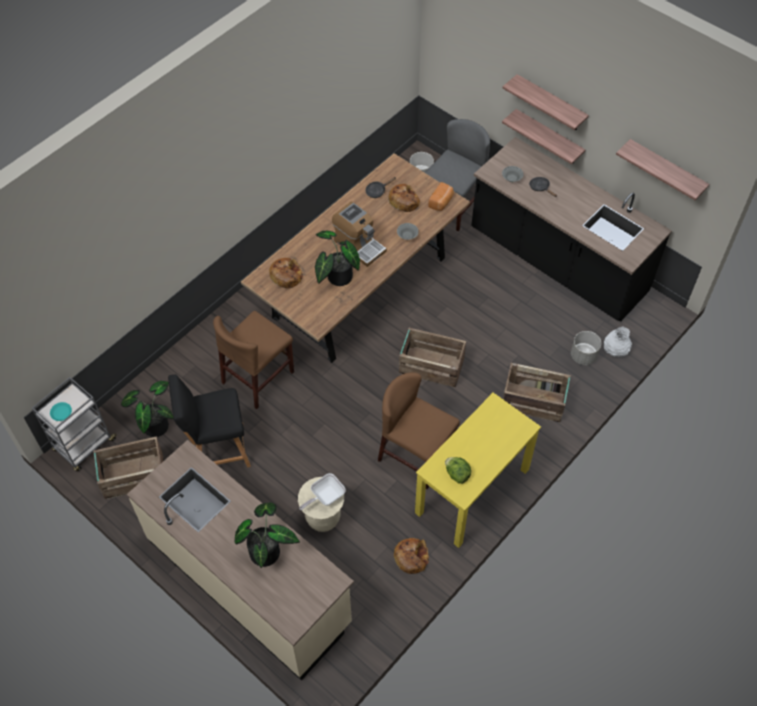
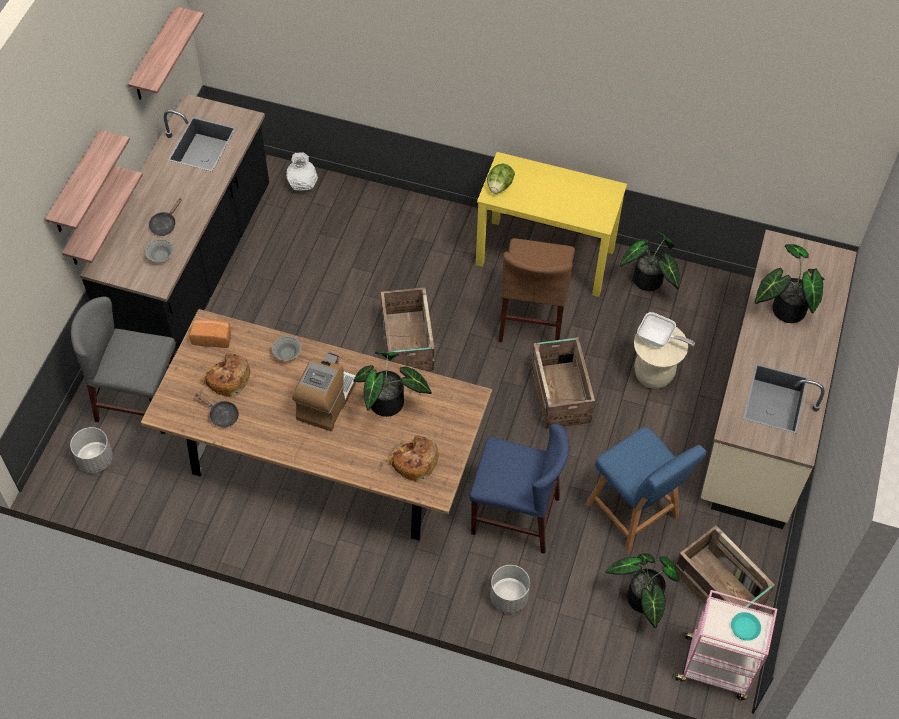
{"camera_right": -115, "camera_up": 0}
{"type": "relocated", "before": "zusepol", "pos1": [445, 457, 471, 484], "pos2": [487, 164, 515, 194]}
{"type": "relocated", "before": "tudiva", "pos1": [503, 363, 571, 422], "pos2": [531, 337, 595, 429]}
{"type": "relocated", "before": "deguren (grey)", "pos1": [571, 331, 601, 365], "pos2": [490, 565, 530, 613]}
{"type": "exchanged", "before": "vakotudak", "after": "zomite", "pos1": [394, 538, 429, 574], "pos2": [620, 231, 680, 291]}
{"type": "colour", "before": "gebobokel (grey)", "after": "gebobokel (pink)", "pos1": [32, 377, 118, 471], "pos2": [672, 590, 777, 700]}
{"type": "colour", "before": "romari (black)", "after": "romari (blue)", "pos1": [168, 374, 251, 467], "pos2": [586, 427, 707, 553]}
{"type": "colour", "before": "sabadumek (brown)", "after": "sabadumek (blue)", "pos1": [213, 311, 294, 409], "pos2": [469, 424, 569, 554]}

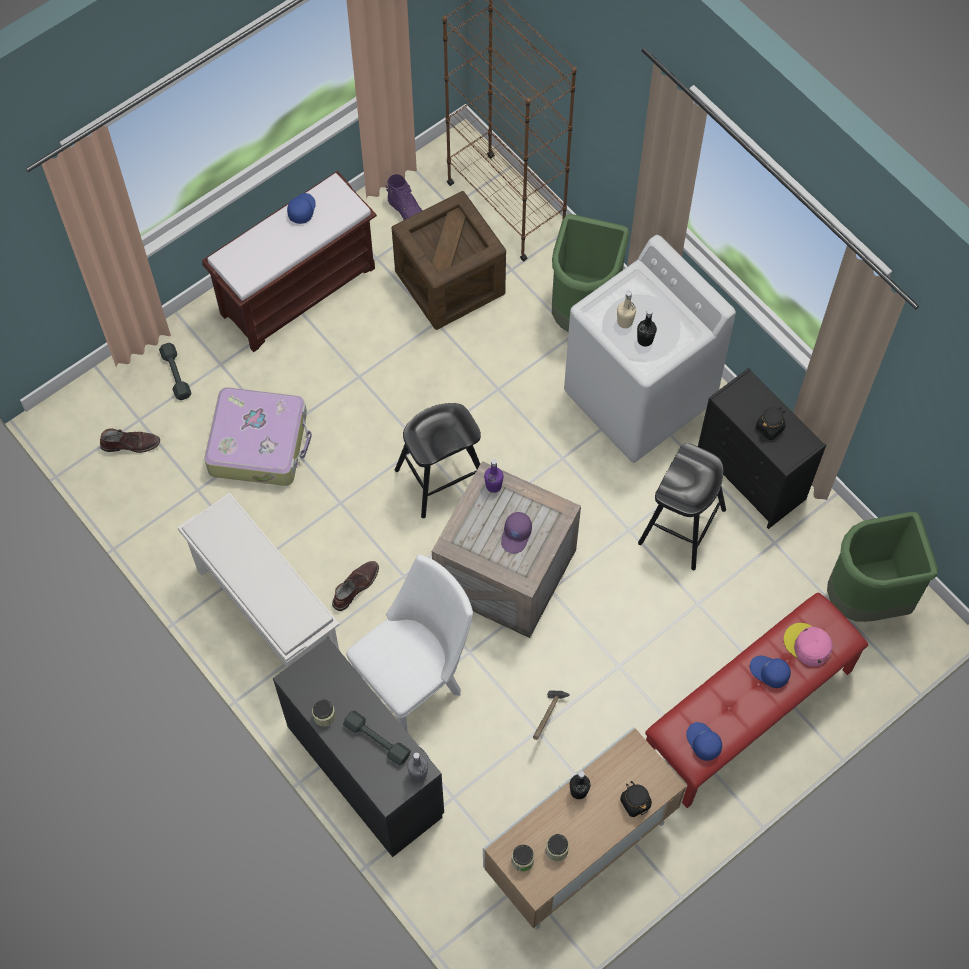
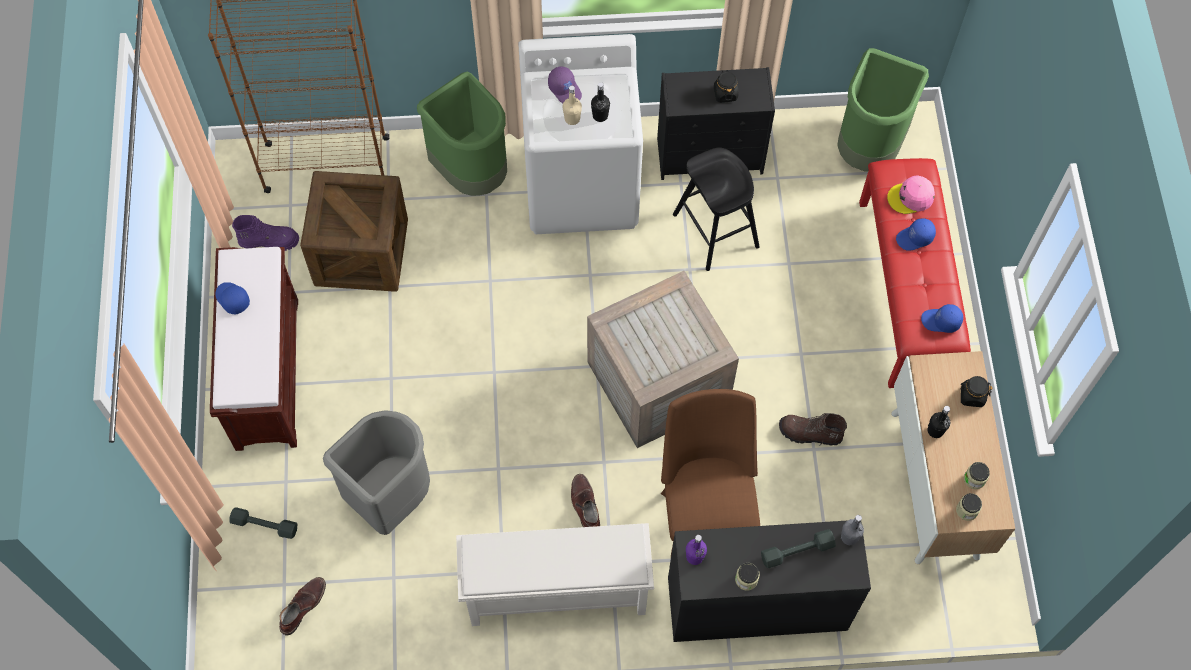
{"camera_right": -55, "camera_up": 0}
{"type": "missing", "before": "romari (black)", "pos1": [395, 403, 481, 518]}
{"type": "relocated", "before": "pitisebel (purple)", "pos1": [484, 459, 504, 493], "pos2": [686, 535, 707, 565]}
{"type": "relocated", "before": "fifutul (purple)", "pos1": [501, 512, 532, 554], "pos2": [548, 66, 582, 104]}
{"type": "exchanged", "before": "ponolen", "after": "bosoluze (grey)", "pos1": [204, 387, 312, 486], "pos2": [323, 410, 430, 535]}
{"type": "exchanged", "before": "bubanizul", "after": "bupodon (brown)", "pos1": [533, 690, 570, 740], "pos2": [779, 413, 847, 446]}
{"type": "colour", "before": "sabadumek (white)", "after": "sabadumek (brown)", "pos1": [346, 555, 473, 732], "pos2": [661, 389, 760, 554]}

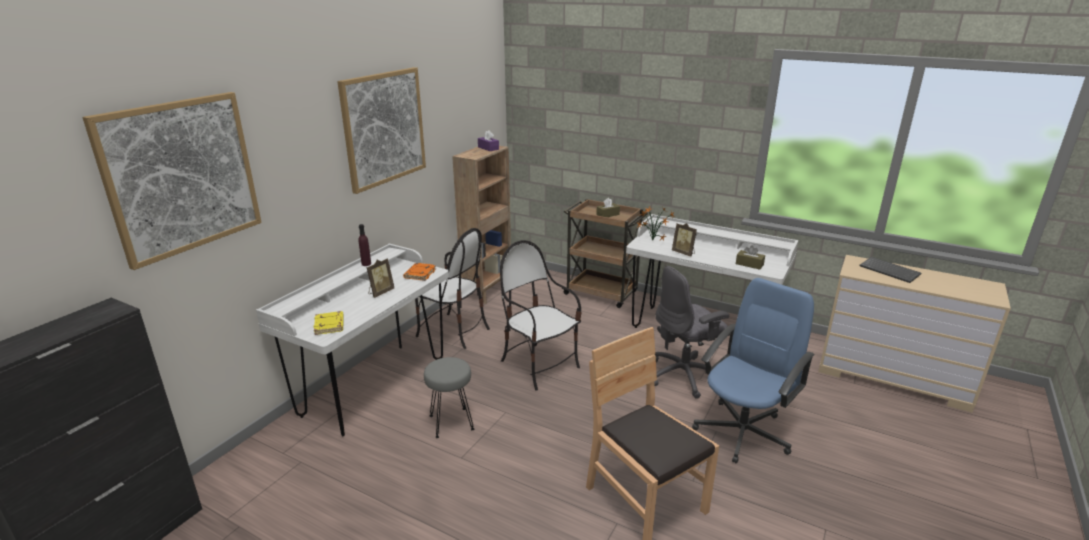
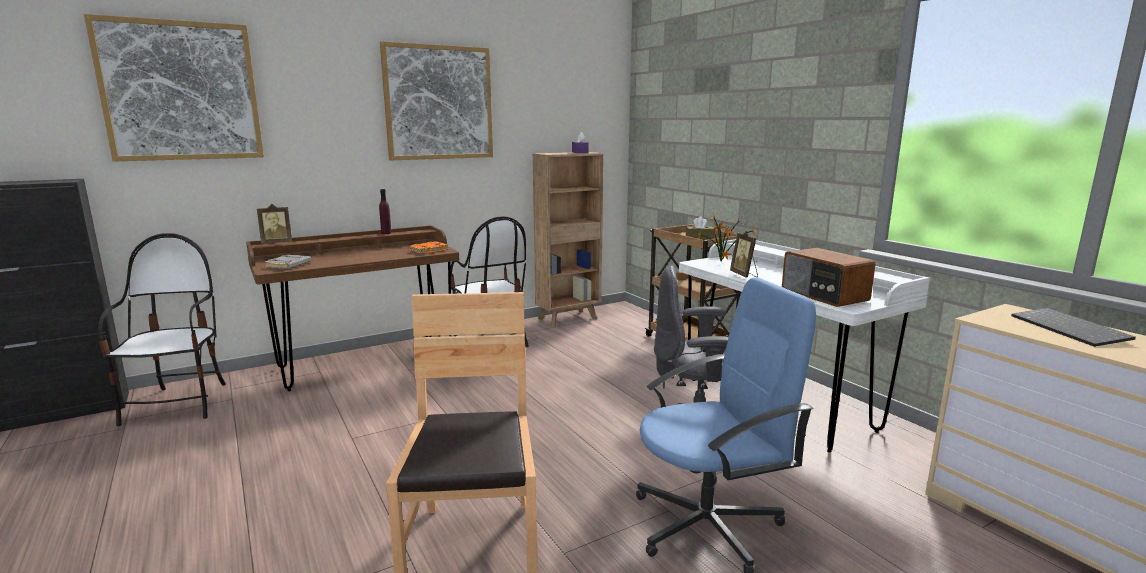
{"camera_right": 30, "camera_up": -10}
{"type": "missing", "before": "romari (grey)", "pos1": [424, 357, 474, 438]}
{"type": "relocated", "before": "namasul", "pos1": [366, 258, 394, 298], "pos2": [257, 204, 292, 244]}
{"type": "relocated", "before": "sabadumek", "pos1": [500, 240, 582, 391], "pos2": [98, 233, 226, 426]}
{"type": "exchanged", "before": "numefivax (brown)", "after": "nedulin", "pos1": [736, 245, 765, 270], "pos2": [782, 248, 876, 307]}
{"type": "colour", "before": "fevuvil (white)", "after": "fevuvil (brown)", "pos1": [256, 243, 449, 436], "pos2": [246, 225, 459, 391]}
{"type": "colour", "before": "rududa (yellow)", "after": "rududa (grey)", "pos1": [314, 311, 344, 335], "pos2": [264, 255, 311, 269]}

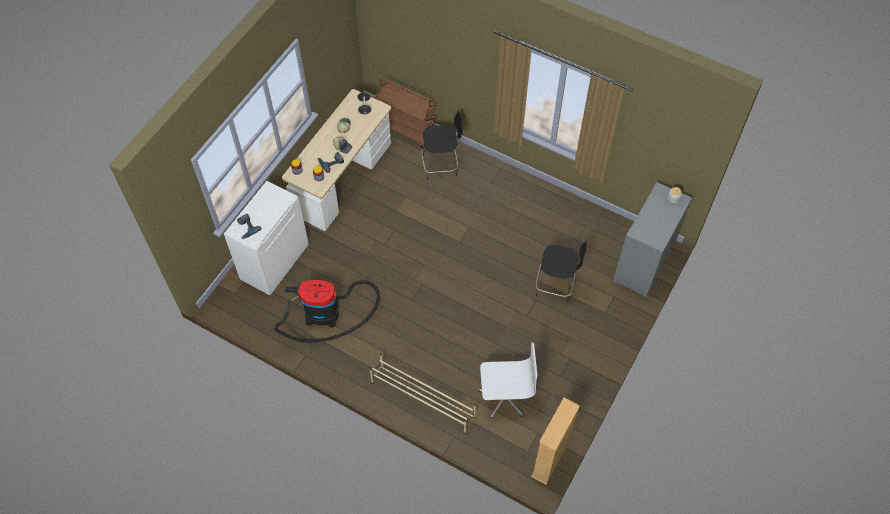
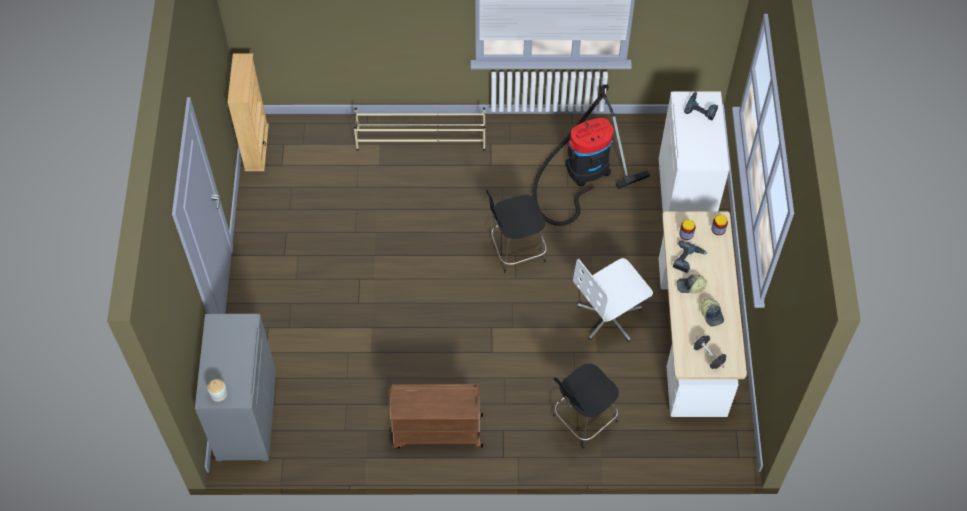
{"camera_right": 150, "camera_up": 0}
{"type": "relocated", "before": "gebobokel (brown)", "pos1": [375, 78, 436, 148], "pos2": [389, 384, 483, 449]}
{"type": "relocated", "before": "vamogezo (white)", "pos1": [479, 343, 537, 418], "pos2": [573, 258, 653, 342]}
{"type": "relocated", "before": "romari (black)", "pos1": [536, 240, 587, 302], "pos2": [486, 190, 547, 273]}

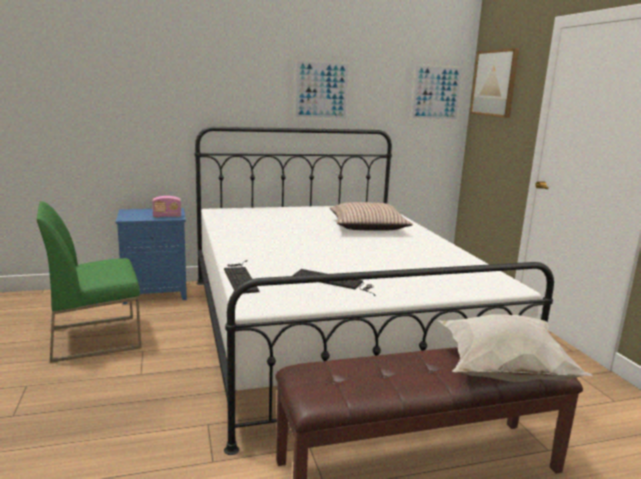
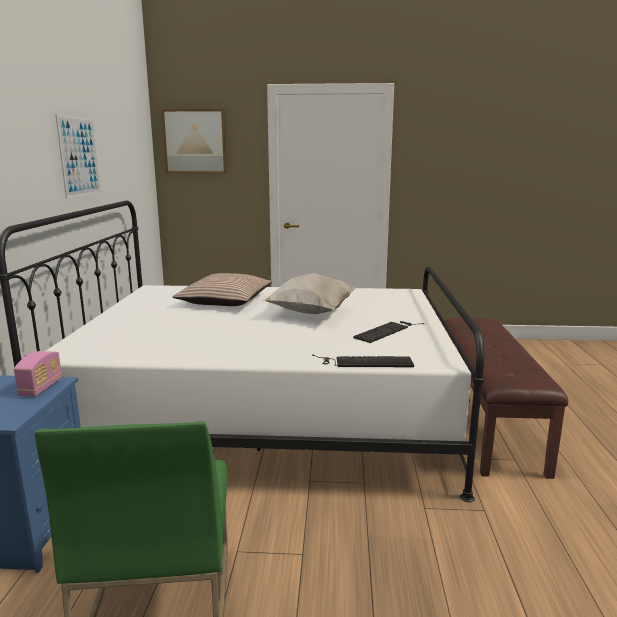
{"camera_right": -70, "camera_up": 0}
{"type": "missing", "before": "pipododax", "pos1": [410, 64, 464, 121]}
{"type": "relocated", "before": "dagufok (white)", "pos1": [437, 314, 593, 382], "pos2": [262, 273, 355, 314]}

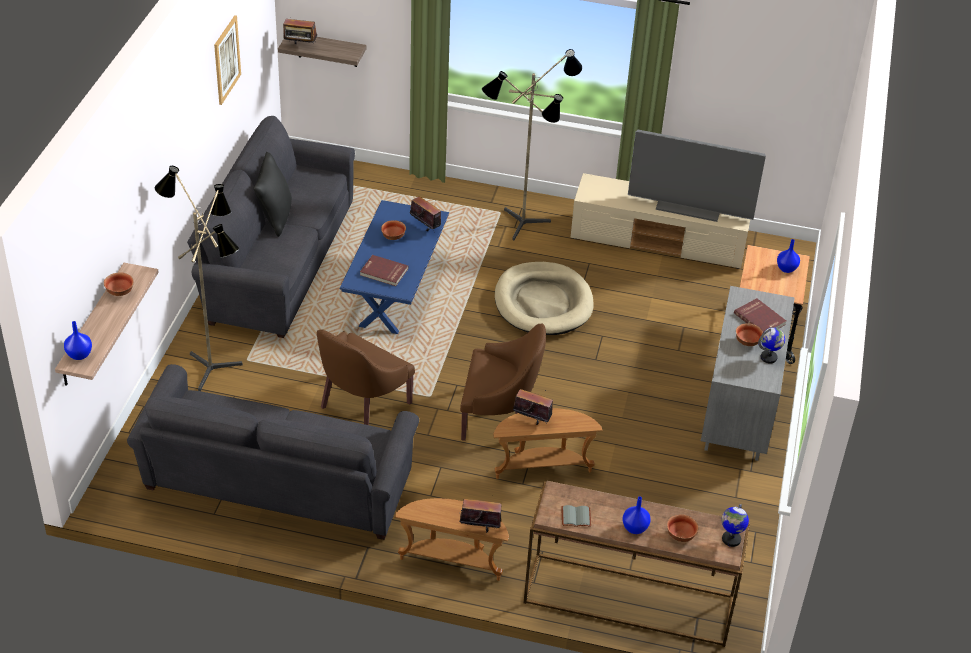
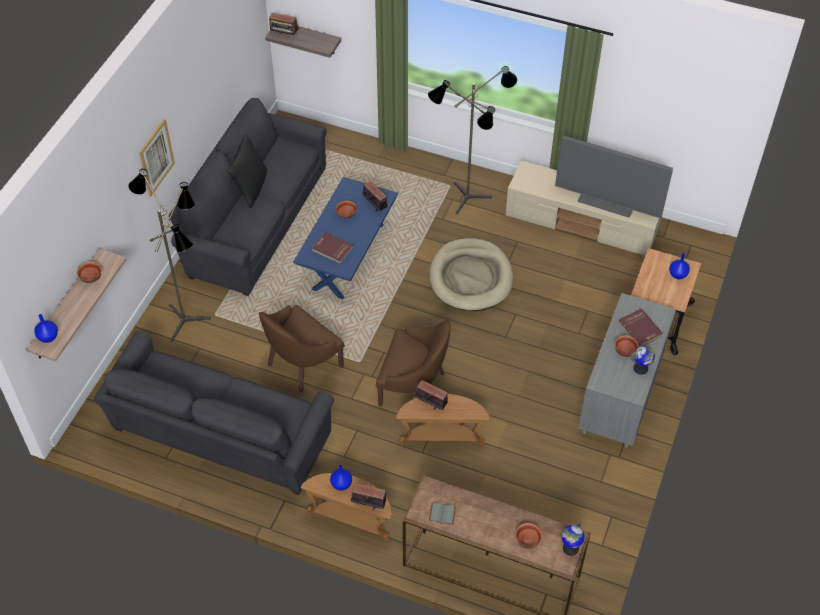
{"camera_right": 10, "camera_up": 10}
{"type": "relocated", "before": "pipododax", "pos1": [214, 15, 241, 105], "pos2": [139, 119, 175, 197]}
{"type": "relocated", "before": "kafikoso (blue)", "pos1": [622, 496, 651, 534], "pos2": [330, 465, 352, 491]}

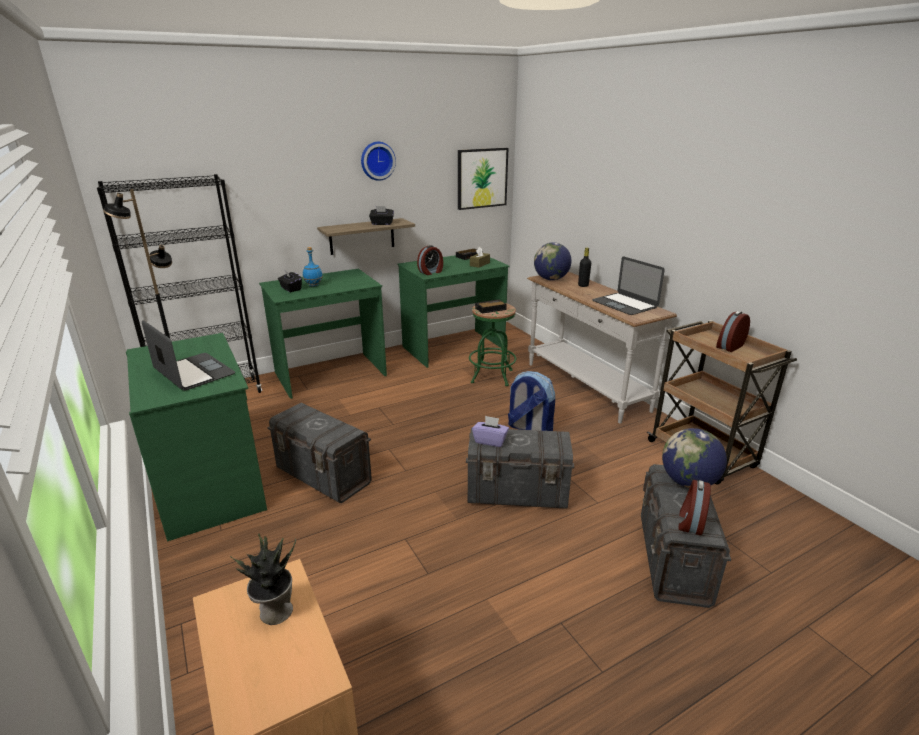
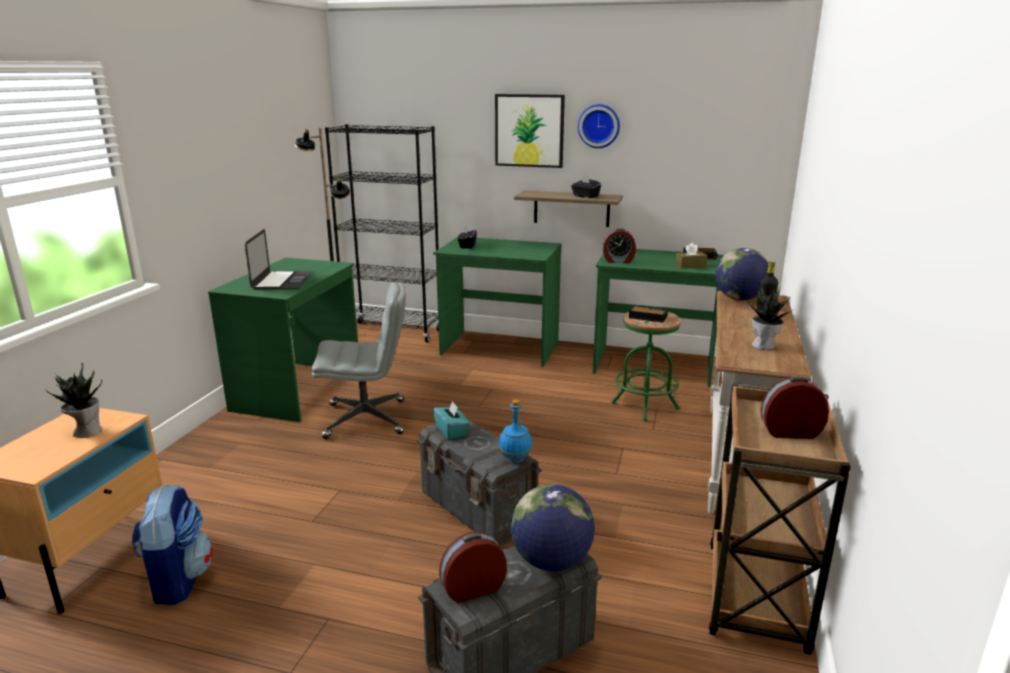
{"camera_right": 45, "camera_up": -5}
{"type": "relocated", "before": "pitisebel (blue)", "pos1": [303, 247, 323, 287], "pos2": [499, 400, 532, 463]}
{"type": "relocated", "before": "pipododax", "pos1": [458, 148, 508, 210], "pos2": [495, 94, 565, 168]}
{"type": "relocated", "before": "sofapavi", "pos1": [508, 371, 555, 432], "pos2": [131, 485, 213, 605]}
{"type": "exchanged", "before": "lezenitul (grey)", "after": "vamogezo (grey)", "pos1": [267, 403, 372, 503], "pos2": [312, 282, 406, 439]}
{"type": "exchanged", "before": "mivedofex", "after": "zomite", "pos1": [592, 257, 665, 315], "pos2": [747, 285, 793, 350]}
{"type": "colour", "before": "numefivax (purple)", "after": "numefivax (turquoise)", "pos1": [472, 416, 509, 447], "pos2": [433, 401, 470, 440]}

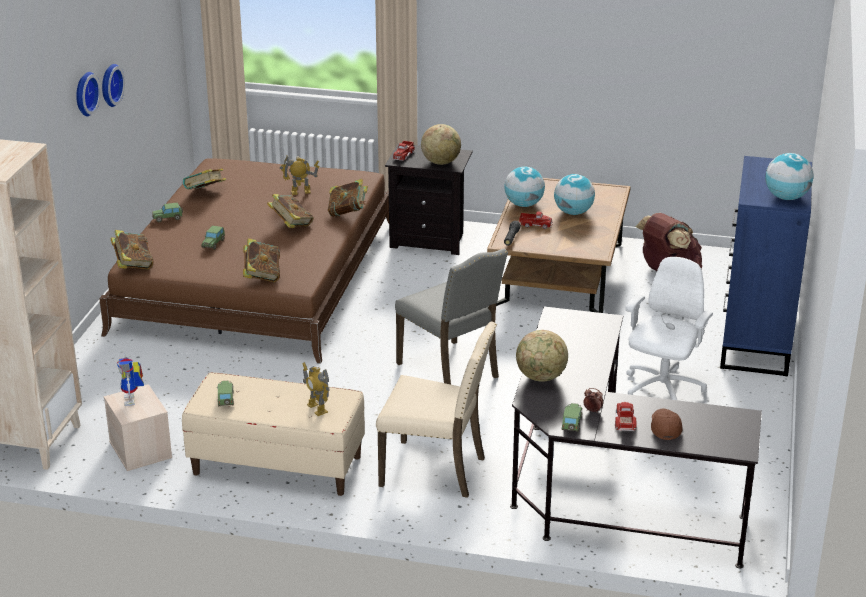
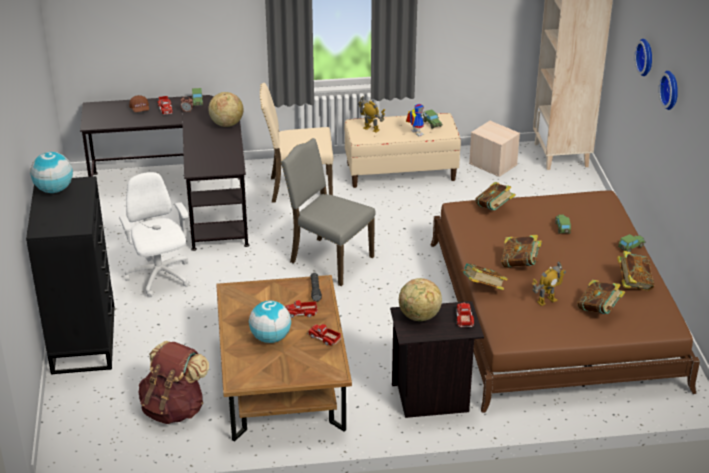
{"camera_right": 160, "camera_up": 5}
{"type": "relocated", "before": "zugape", "pos1": [102, 64, 125, 107], "pos2": [635, 39, 652, 76]}
{"type": "relocated", "before": "rududa", "pos1": [110, 230, 154, 269], "pos2": [577, 280, 625, 314]}
{"type": "relocated", "before": "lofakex", "pos1": [117, 353, 144, 406], "pos2": [406, 103, 427, 136]}
{"type": "exchanged", "before": "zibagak", "after": "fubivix", "pos1": [504, 166, 545, 207], "pos2": [308, 324, 341, 346]}
{"type": "colour", "before": "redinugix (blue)", "after": "redinugix (black)", "pos1": [720, 156, 812, 376], "pos2": [26, 176, 115, 375]}
{"type": "spun", "before": "vamogezo (white)", "pos1": [626, 257, 713, 400], "pos2": [119, 172, 190, 297], "turn": 150}

